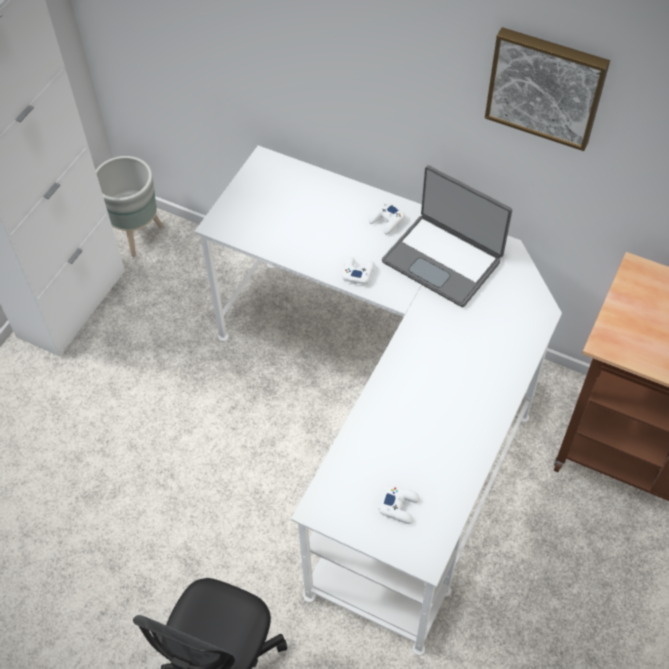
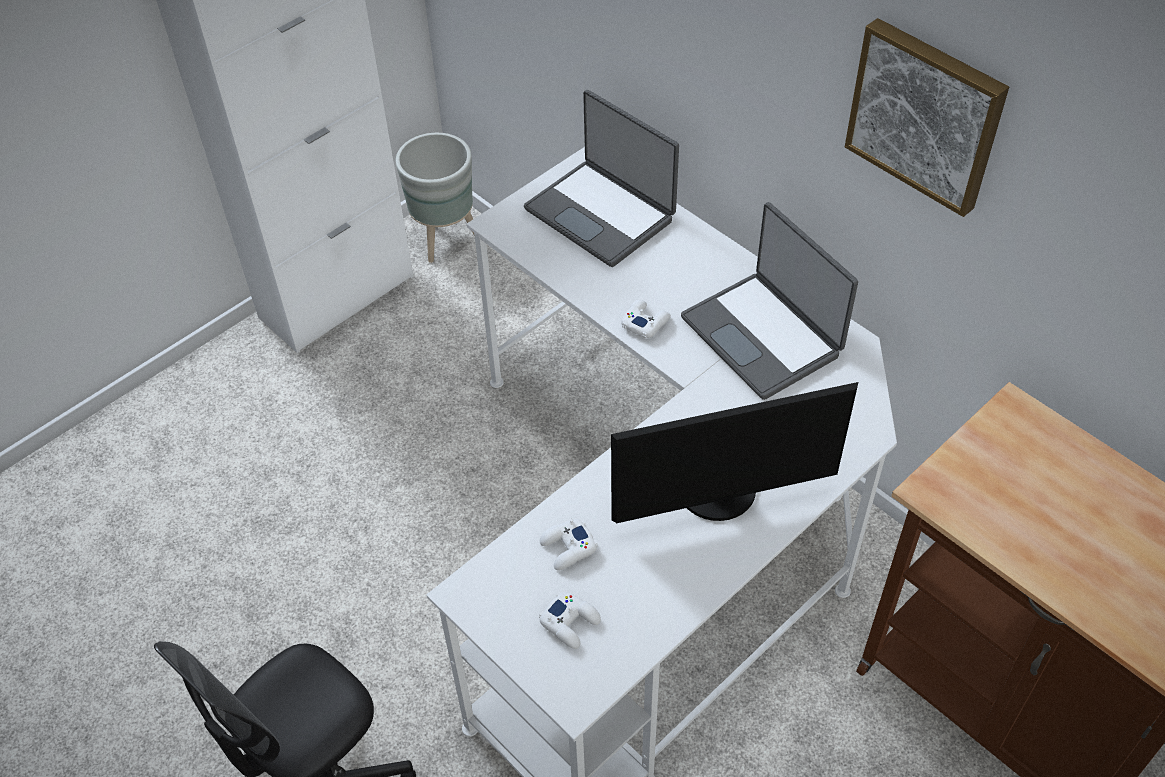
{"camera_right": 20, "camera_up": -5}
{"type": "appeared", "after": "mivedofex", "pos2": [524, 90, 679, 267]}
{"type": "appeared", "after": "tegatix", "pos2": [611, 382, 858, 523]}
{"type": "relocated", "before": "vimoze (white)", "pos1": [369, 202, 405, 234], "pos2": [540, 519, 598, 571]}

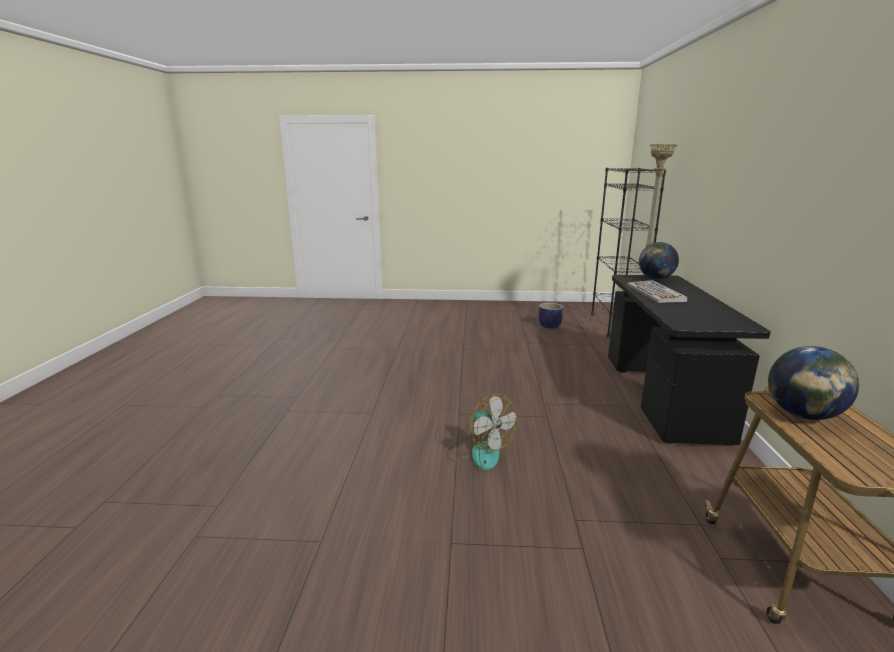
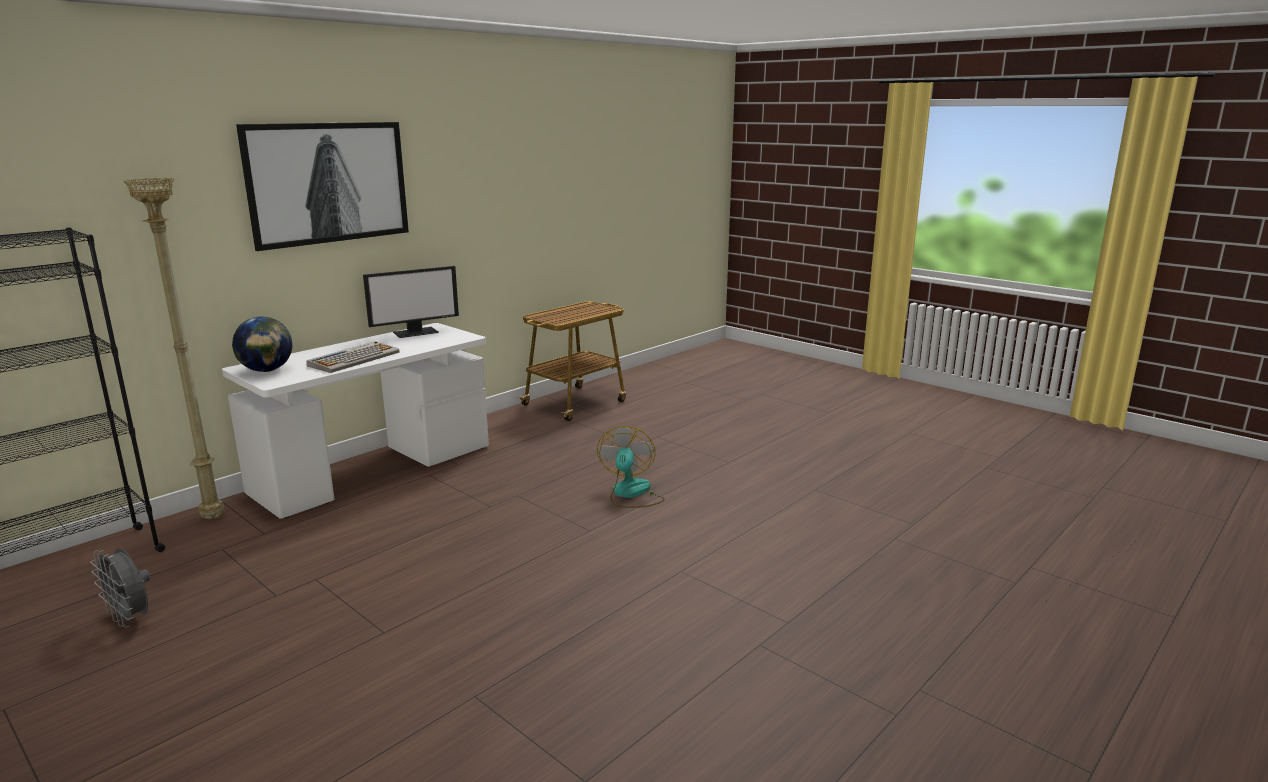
{"camera_right": -140, "camera_up": 0}
{"type": "missing", "before": "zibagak", "pos1": [768, 346, 859, 420]}
{"type": "appeared", "after": "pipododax", "pos2": [236, 122, 409, 251]}
{"type": "appeared", "after": "tegatix", "pos2": [363, 266, 459, 338]}
{"type": "exchanged", "before": "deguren", "after": "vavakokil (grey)", "pos1": [538, 303, 563, 329], "pos2": [90, 548, 150, 628]}
{"type": "colour", "before": "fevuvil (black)", "after": "fevuvil (white)", "pos1": [608, 275, 771, 445], "pos2": [222, 323, 489, 519]}

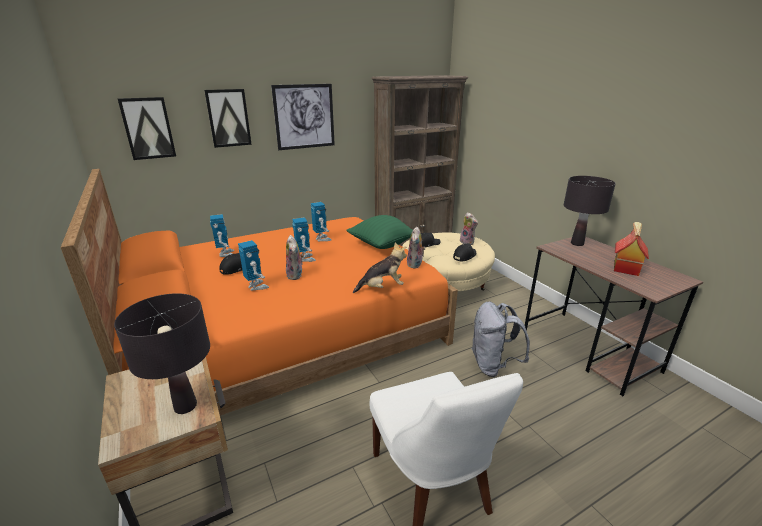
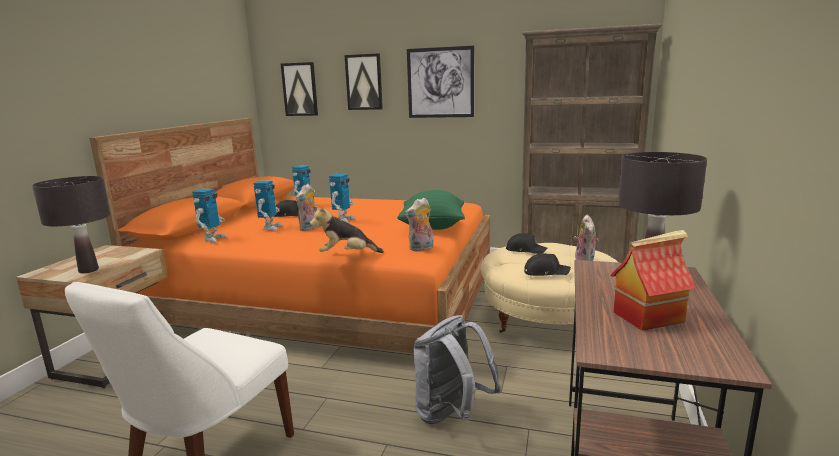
{"camera_right": 45, "camera_up": -10}
{"type": "relocated", "before": "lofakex", "pos1": [311, 202, 331, 241], "pos2": [192, 189, 227, 243]}
{"type": "spun", "before": "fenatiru", "pos1": [353, 242, 407, 293], "pos2": [310, 206, 384, 253], "turn": 150}

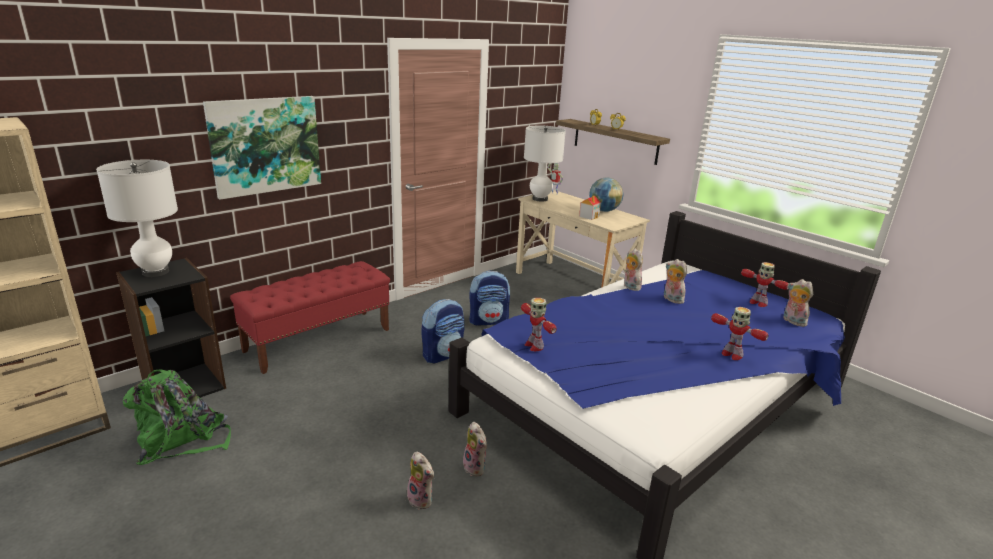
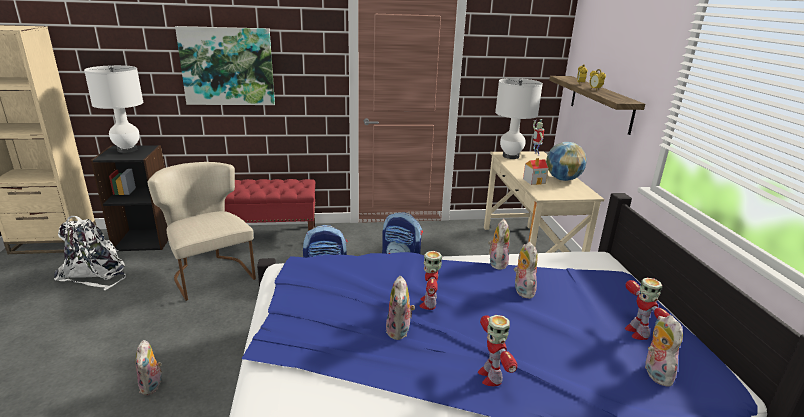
{"camera_right": 35, "camera_up": 0}
{"type": "appeared", "after": "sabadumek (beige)", "pos2": [148, 162, 256, 301]}
{"type": "relocated", "before": "fenatiru", "pos1": [463, 422, 487, 476], "pos2": [386, 276, 415, 340]}
{"type": "relocated", "before": "lofakex", "pos1": [521, 298, 557, 351], "pos2": [420, 251, 442, 310]}
{"type": "colour", "before": "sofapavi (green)", "after": "sofapavi (white)", "pos1": [123, 369, 231, 465], "pos2": [54, 216, 126, 290]}

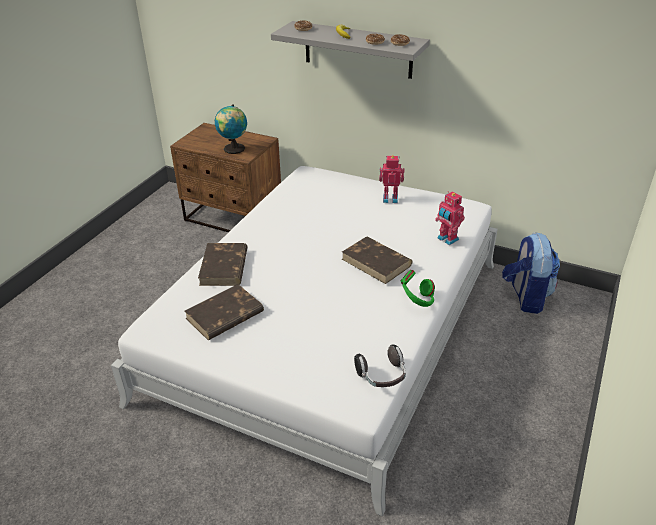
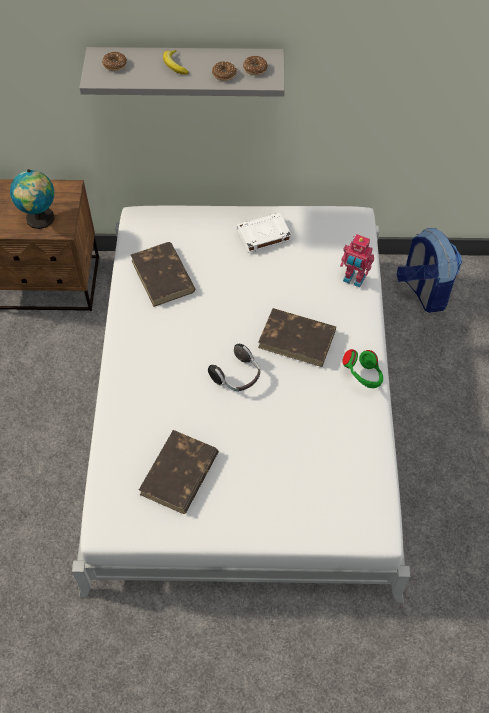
{"camera_right": -25, "camera_up": 20}
{"type": "relocated", "before": "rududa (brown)", "pos1": [198, 243, 248, 286], "pos2": [131, 242, 195, 307]}
{"type": "relocated", "before": "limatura", "pos1": [354, 344, 406, 387], "pos2": [208, 344, 260, 391]}
{"type": "exchanged", "before": "lofakex", "after": "rududa (white)", "pos1": [379, 155, 404, 203], "pos2": [236, 213, 292, 253]}

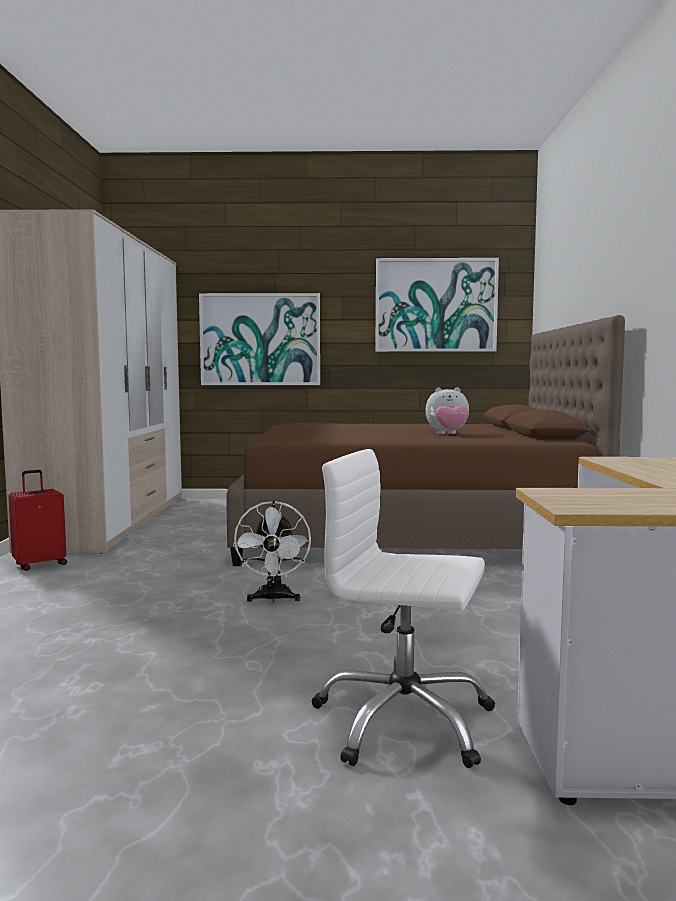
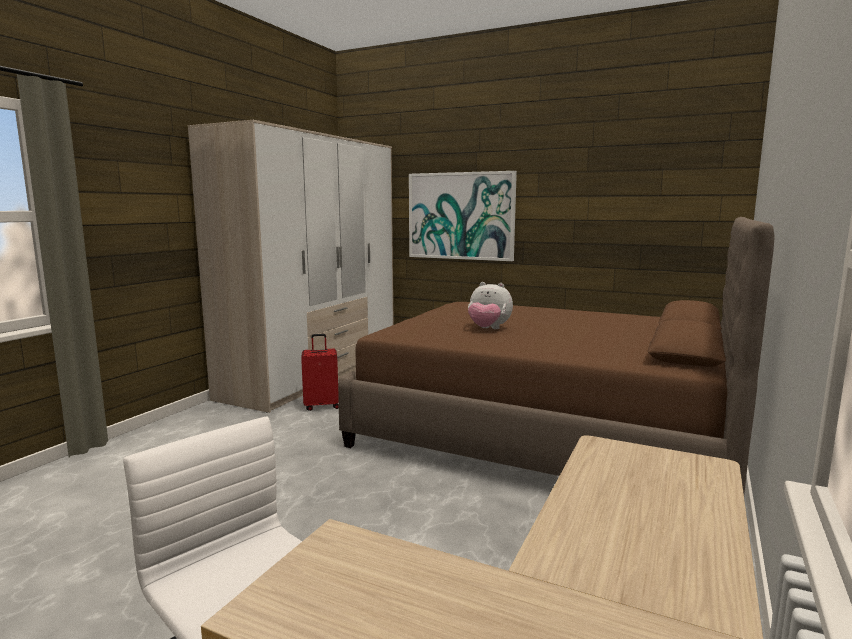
{"camera_right": 25, "camera_up": 5}
{"type": "missing", "before": "vavakokil (white)", "pos1": [233, 501, 311, 602]}
{"type": "missing", "before": "pipododax", "pos1": [375, 258, 499, 352]}
{"type": "relocated", "before": "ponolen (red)", "pos1": [8, 470, 67, 571], "pos2": [301, 334, 339, 411]}
{"type": "relocated", "before": "fenatiru", "pos1": [426, 387, 469, 434], "pos2": [468, 282, 513, 329]}

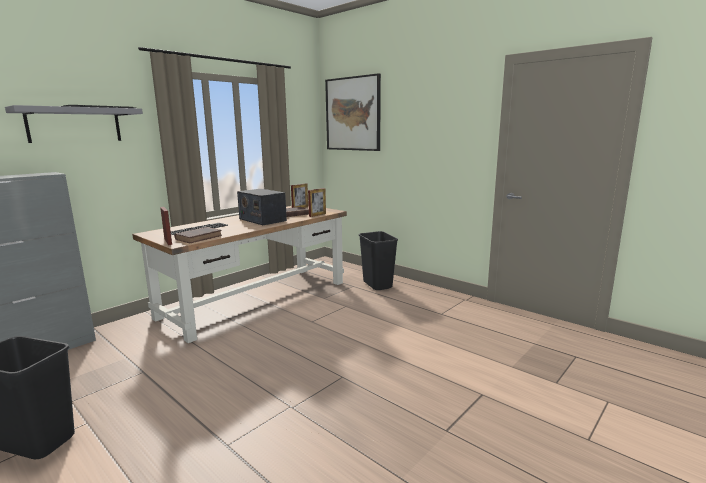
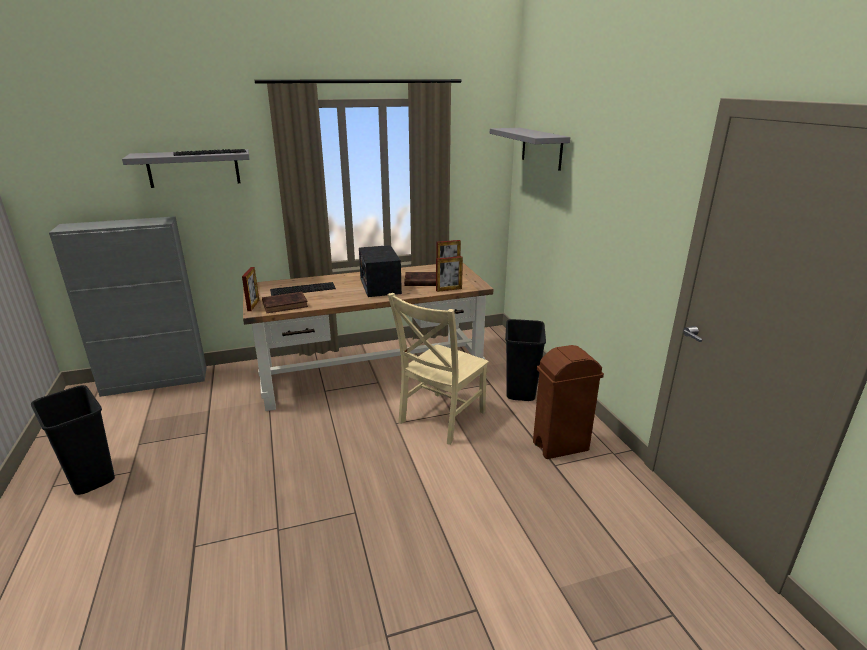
{"camera_right": 30, "camera_up": 10}
{"type": "appeared", "after": "sabadumek (beige)", "pos2": [387, 293, 489, 445]}
{"type": "appeared", "after": "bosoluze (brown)", "pos2": [533, 345, 604, 459]}
{"type": "exchanged", "before": "pipododax", "after": "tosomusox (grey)", "pos1": [325, 73, 381, 151], "pos2": [490, 128, 570, 171]}

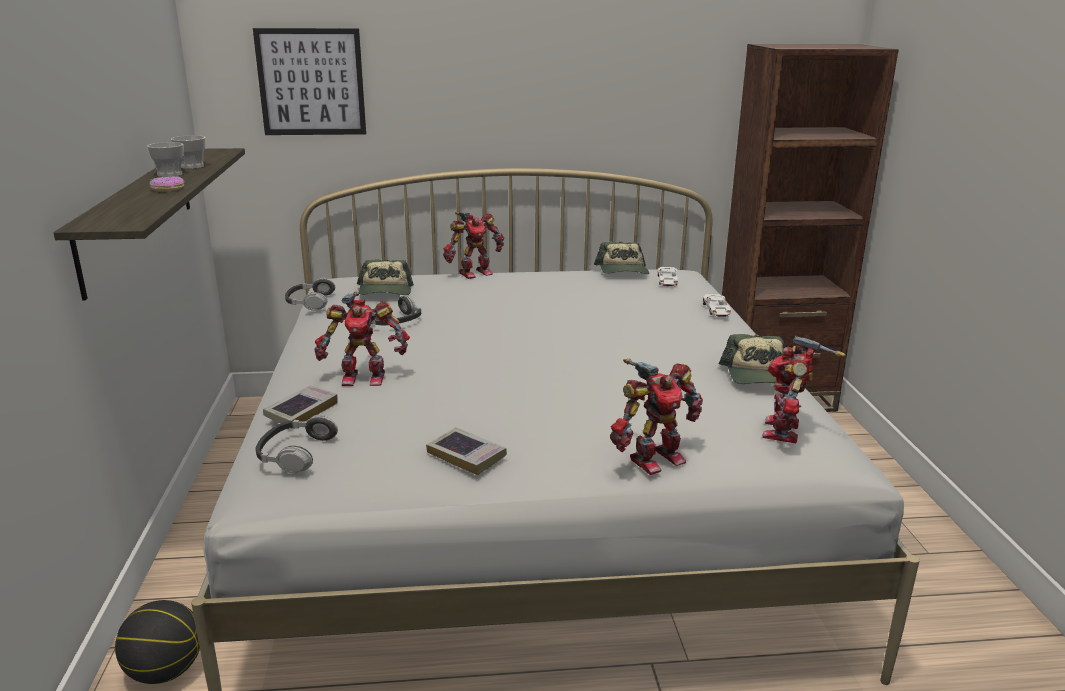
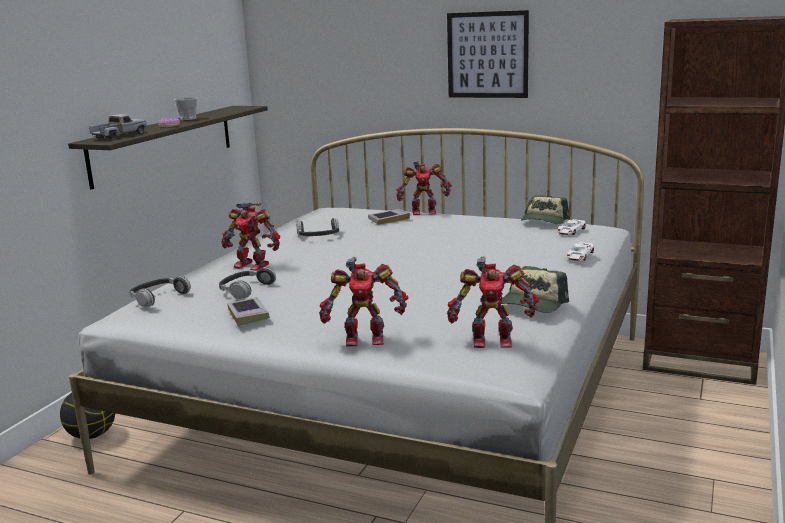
{"camera_right": 30, "camera_up": -5}
{"type": "missing", "before": "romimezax", "pos1": [171, 135, 205, 169]}
{"type": "missing", "before": "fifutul", "pos1": [357, 259, 414, 295]}
{"type": "appeared", "after": "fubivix", "pos2": [89, 114, 147, 139]}
{"type": "relocated", "before": "pipododax", "pos1": [253, 28, 366, 135], "pos2": [447, 10, 529, 98]}
{"type": "relocated", "before": "rududa", "pos1": [263, 386, 338, 429], "pos2": [368, 209, 410, 225]}
{"type": "relocated", "before": "limatura", "pos1": [285, 278, 335, 311], "pos2": [219, 267, 276, 299]}
{"type": "spun", "before": "lofakex", "pos1": [762, 336, 846, 443], "pos2": [447, 256, 539, 348], "turn": -135}

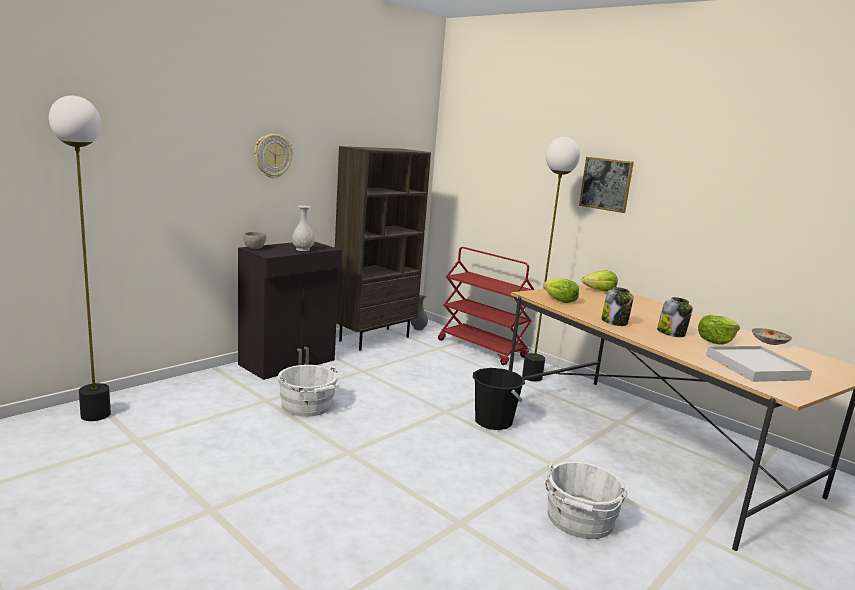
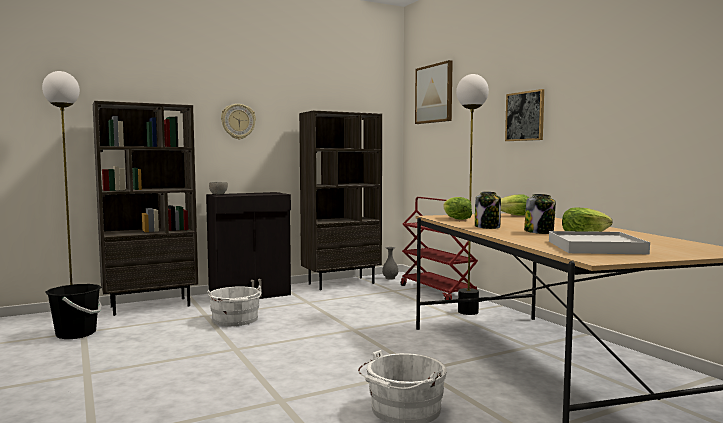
{"camera_right": 20, "camera_up": -10}
{"type": "missing", "before": "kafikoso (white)", "pos1": [292, 205, 315, 251]}
{"type": "missing", "before": "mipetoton", "pos1": [752, 328, 792, 345]}
{"type": "appeared", "after": "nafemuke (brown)", "pos2": [93, 101, 198, 316]}
{"type": "appeared", "after": "pipododax", "pos2": [415, 60, 453, 124]}
{"type": "relocated", "before": "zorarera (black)", "pos1": [473, 368, 525, 430], "pos2": [45, 284, 102, 339]}

